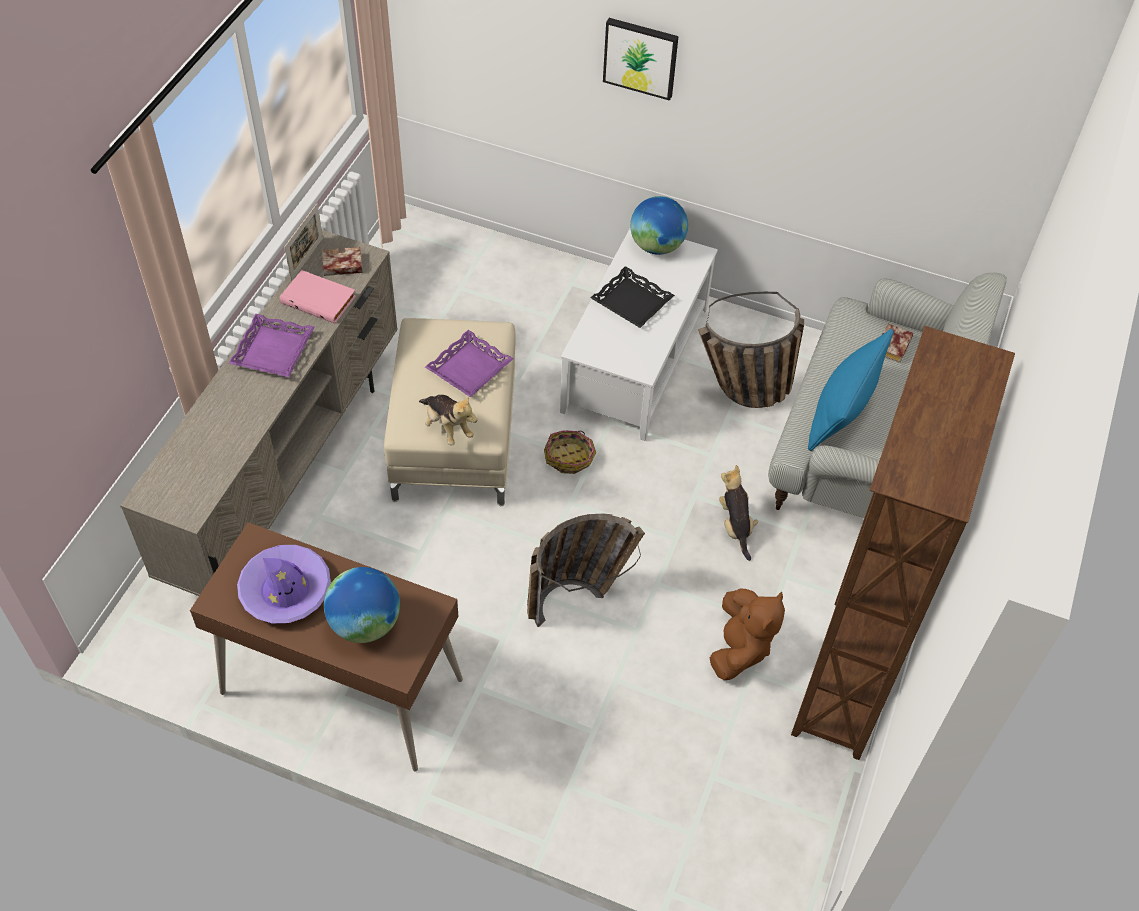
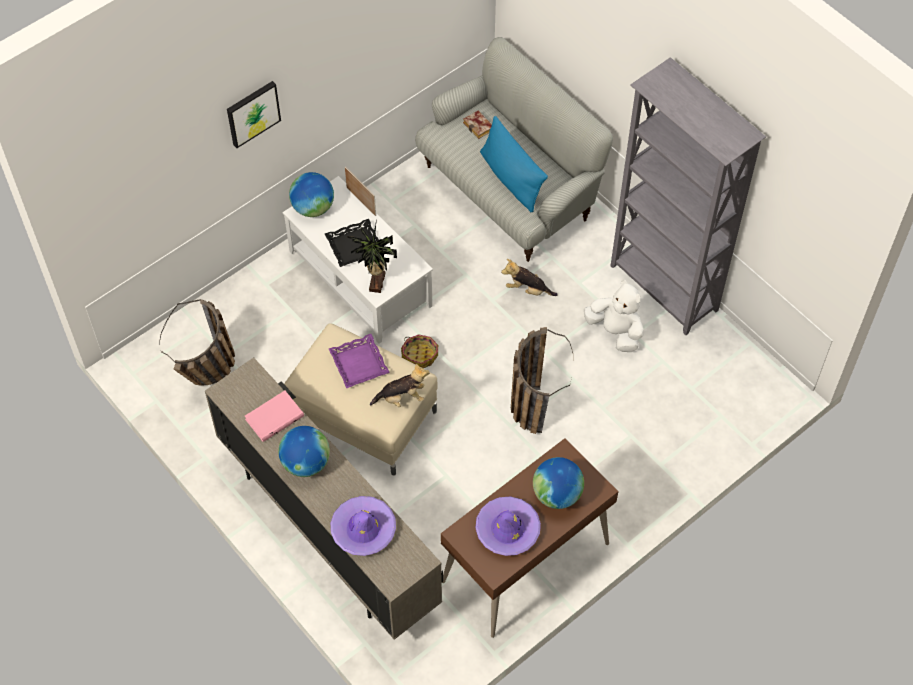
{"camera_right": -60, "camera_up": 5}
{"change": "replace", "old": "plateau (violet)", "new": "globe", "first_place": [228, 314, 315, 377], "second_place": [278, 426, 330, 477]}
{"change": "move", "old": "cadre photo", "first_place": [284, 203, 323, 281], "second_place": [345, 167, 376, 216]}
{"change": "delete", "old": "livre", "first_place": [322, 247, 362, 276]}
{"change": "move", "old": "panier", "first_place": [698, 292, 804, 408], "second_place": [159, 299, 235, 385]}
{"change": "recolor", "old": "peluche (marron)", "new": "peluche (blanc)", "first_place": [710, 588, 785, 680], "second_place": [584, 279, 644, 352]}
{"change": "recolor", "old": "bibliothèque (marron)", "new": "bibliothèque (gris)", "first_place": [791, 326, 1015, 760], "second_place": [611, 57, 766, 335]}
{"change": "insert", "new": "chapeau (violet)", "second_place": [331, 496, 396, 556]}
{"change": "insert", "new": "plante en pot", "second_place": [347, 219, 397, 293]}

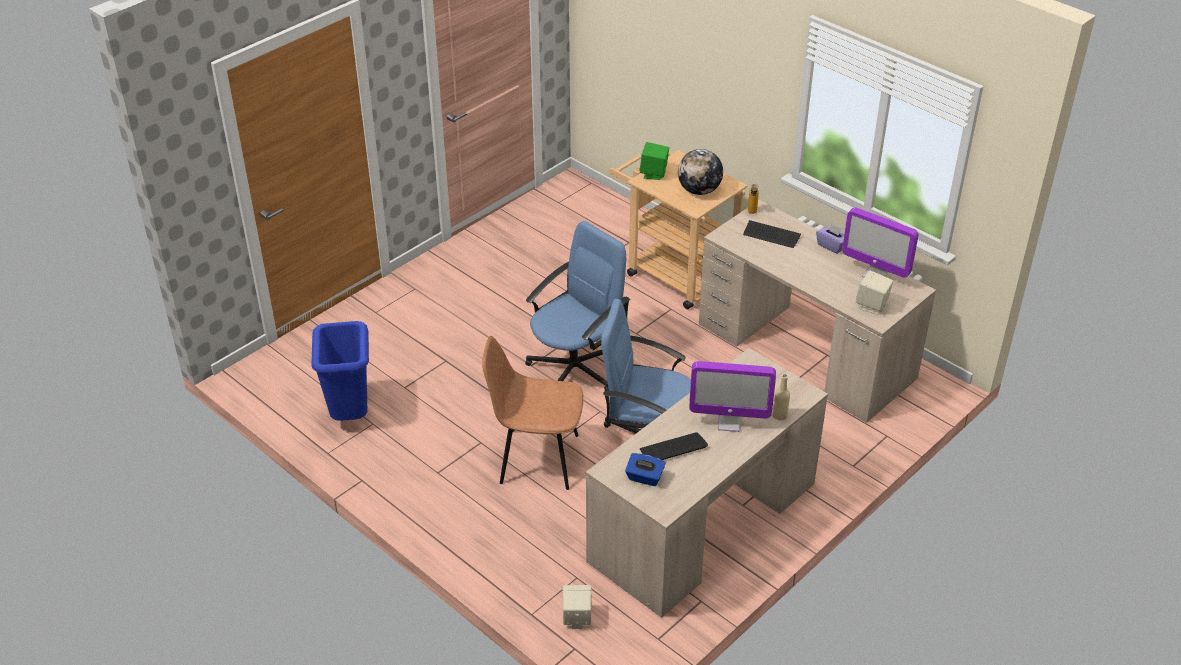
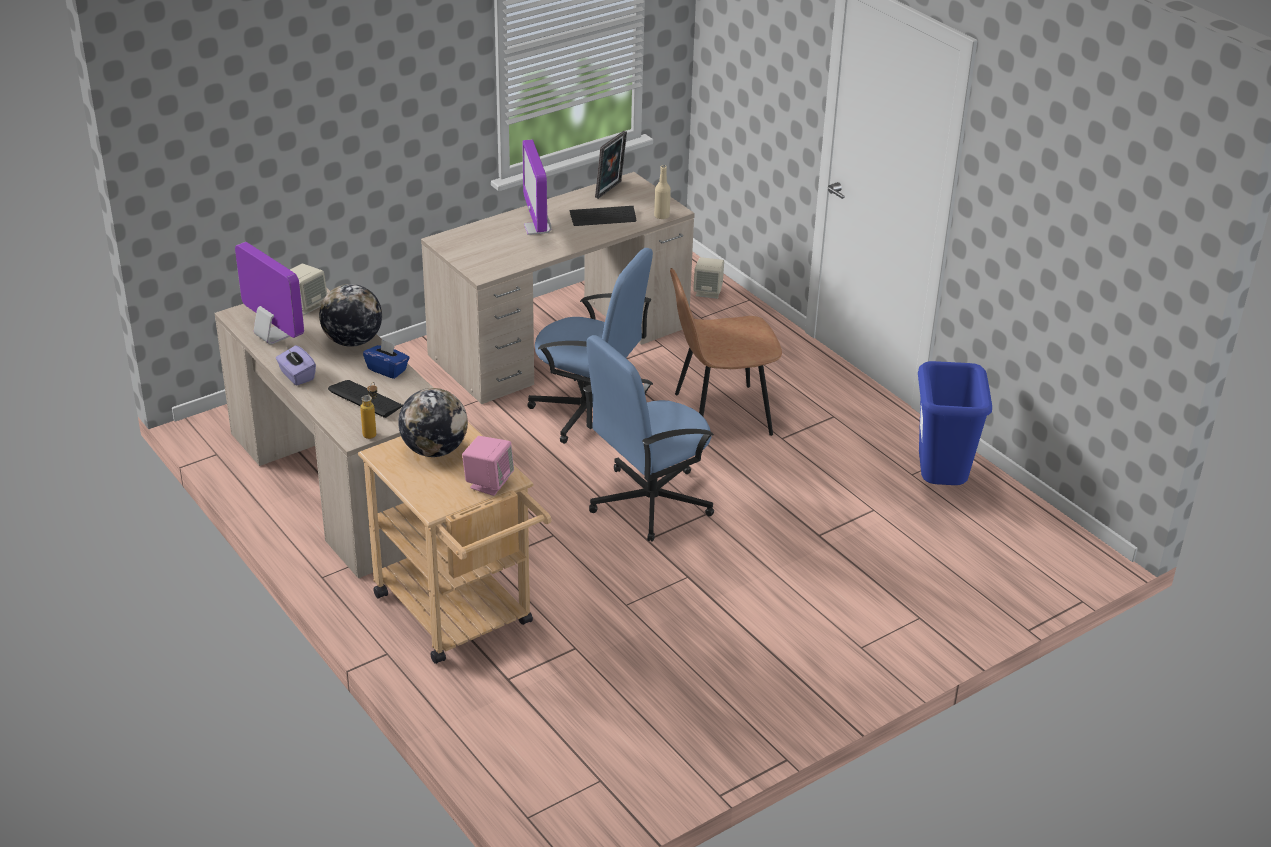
{"camera_right": -170, "camera_up": -5}
{"change": "rotate", "old": "chaise (marron)", "first_place": [482, 336, 584, 490], "second_place": [670, 268, 782, 436], "degrees": 150}
{"change": "move", "old": "boîte à mouchoirs (bleu)", "first_place": [625, 453, 666, 486], "second_place": [363, 339, 410, 379]}
{"change": "recolor", "old": "enceinte (vert)", "new": "enceinte (rose)", "first_place": [640, 142, 669, 180], "second_place": [462, 436, 514, 496]}
{"change": "rotate", "old": "écran d'ordinateur", "first_place": [689, 361, 776, 432], "second_place": [522, 140, 551, 235], "degrees": -120}
{"change": "move", "old": "bouteille (beige)", "first_place": [772, 374, 790, 421], "second_place": [654, 165, 671, 219]}
{"change": "insert", "new": "globe", "second_place": [319, 284, 382, 347]}
{"change": "insert", "new": "cadre photo", "second_place": [595, 131, 627, 199]}

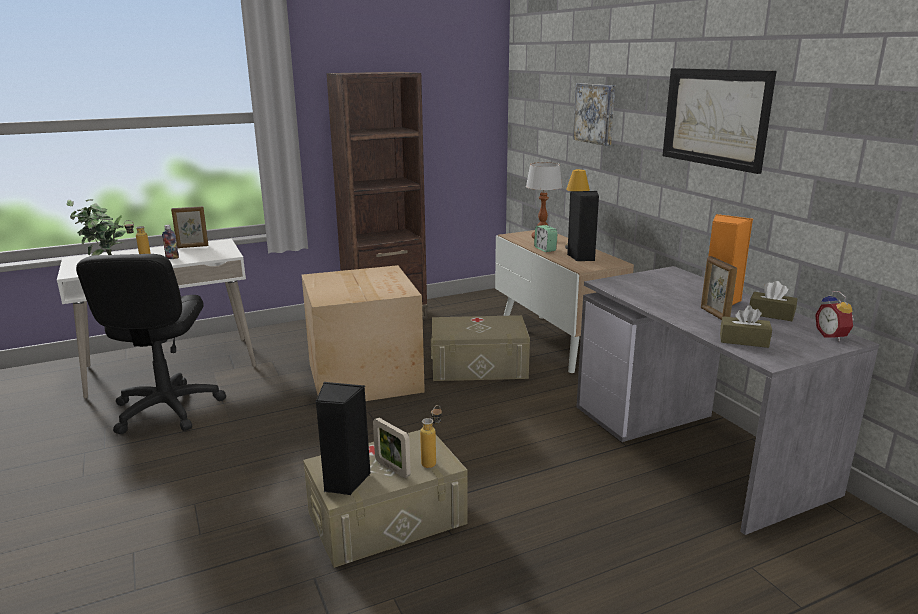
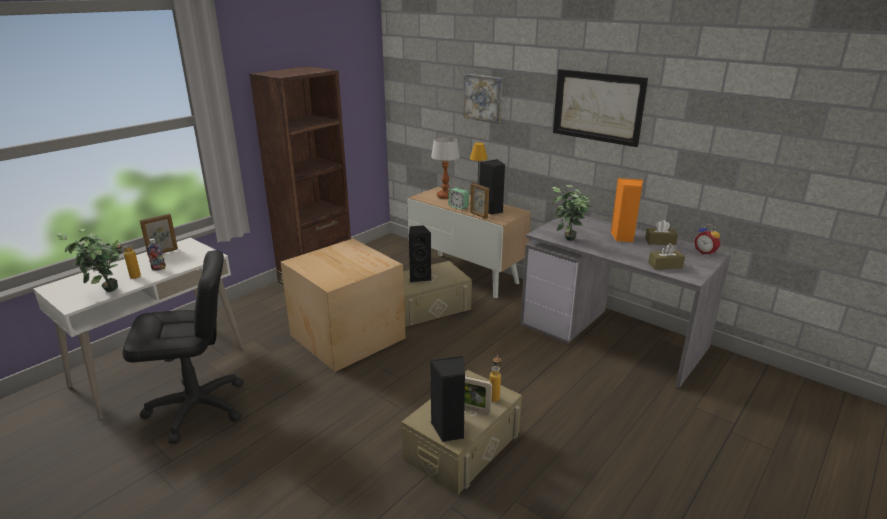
{"camera_right": -25, "camera_up": 5}
{"change": "rotate", "old": "chaise de bureau (noir)", "first_place": [76, 254, 226, 434], "second_place": [122, 250, 244, 444], "degrees": -75}
{"change": "move", "old": "cadre photo", "first_place": [701, 256, 737, 320], "second_place": [470, 182, 489, 219]}
{"change": "insert", "new": "enceinte (noir)", "second_place": [409, 225, 431, 282]}
{"change": "insert", "new": "plante en pot", "second_place": [552, 185, 591, 241]}

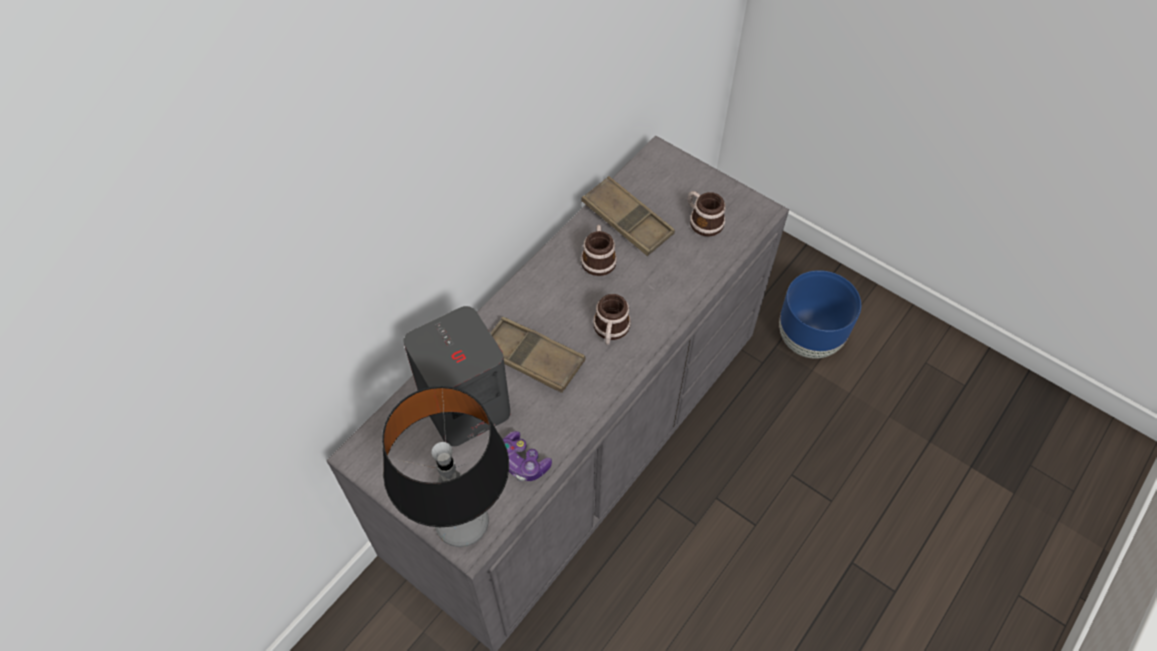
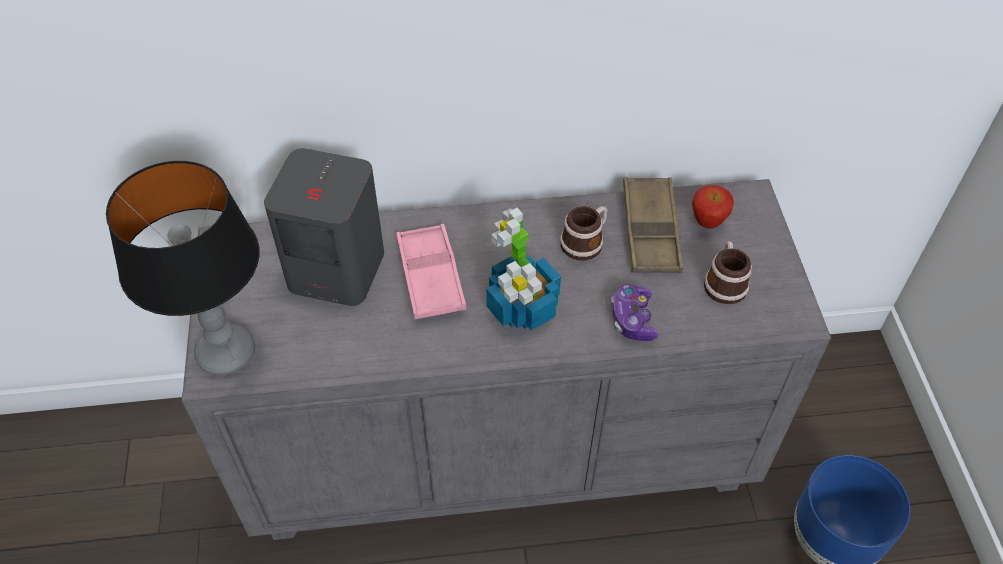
{"camera_right": 45, "camera_up": -5}
{"change": "recolor", "old": "plateau (marron)", "new": "plateau (rose)", "first_place": [490, 317, 586, 393], "second_place": [396, 224, 466, 319]}
{"change": "move", "old": "manette", "first_place": [503, 431, 552, 481], "second_place": [611, 284, 659, 341]}
{"change": "replace", "old": "mug", "new": "plante en pot", "first_place": [593, 294, 631, 345], "second_place": [486, 208, 561, 330]}
{"change": "insert", "new": "pomme", "second_place": [692, 185, 734, 229]}

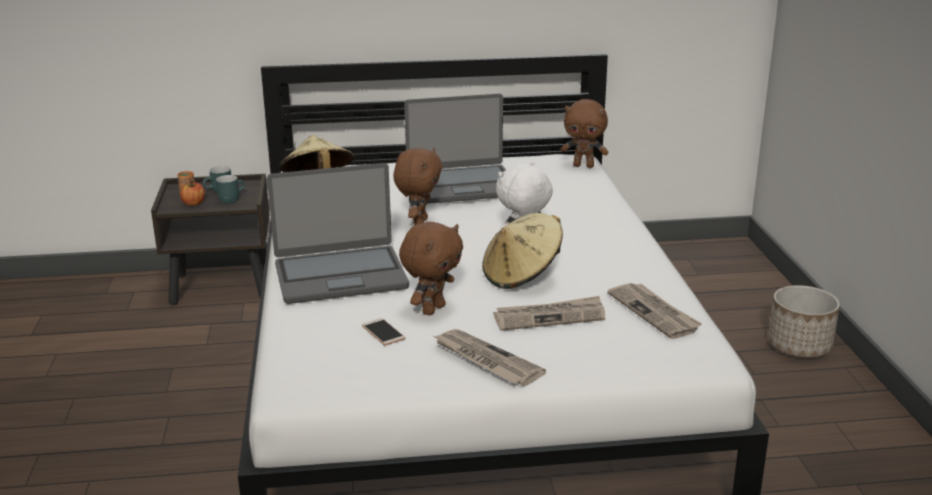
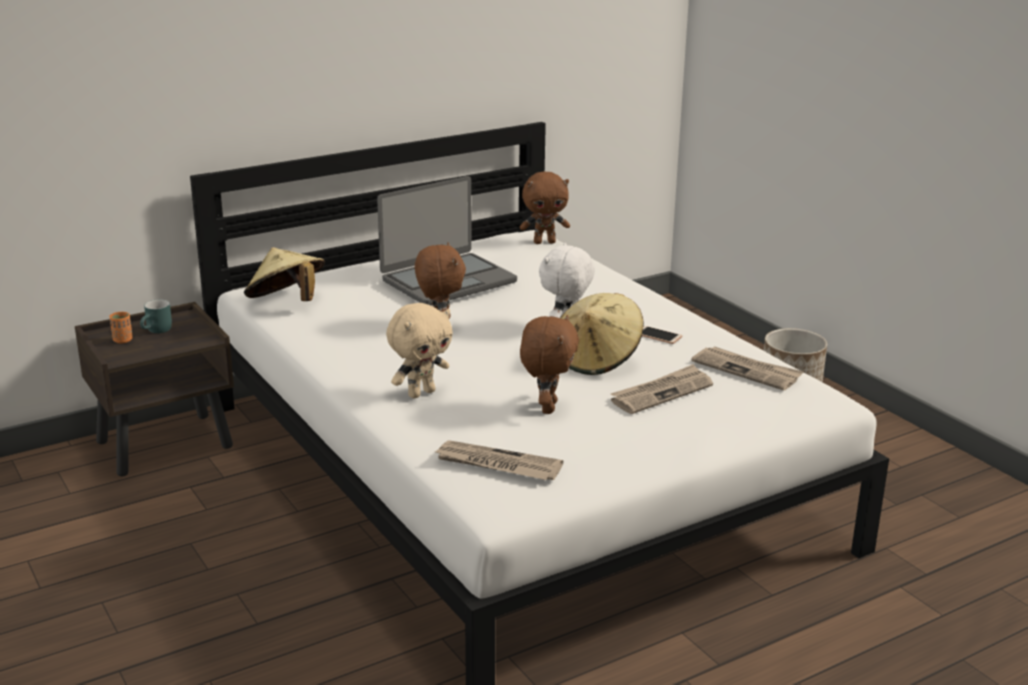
{"camera_right": -25, "camera_up": 0}
{"change": "delete", "old": "pomme", "first_place": [180, 181, 205, 206]}
{"change": "delete", "old": "mug (turquoise)", "first_place": [216, 175, 245, 203]}
{"change": "replace", "old": "ordinateur portable", "new": "peluche (beige)", "first_place": [267, 163, 409, 304], "second_place": [386, 303, 453, 398]}
{"change": "move", "old": "téléphone", "first_place": [362, 318, 405, 346], "second_place": [642, 326, 682, 344]}
{"change": "move", "old": "journal", "first_place": [433, 329, 546, 386], "second_place": [435, 441, 563, 480]}

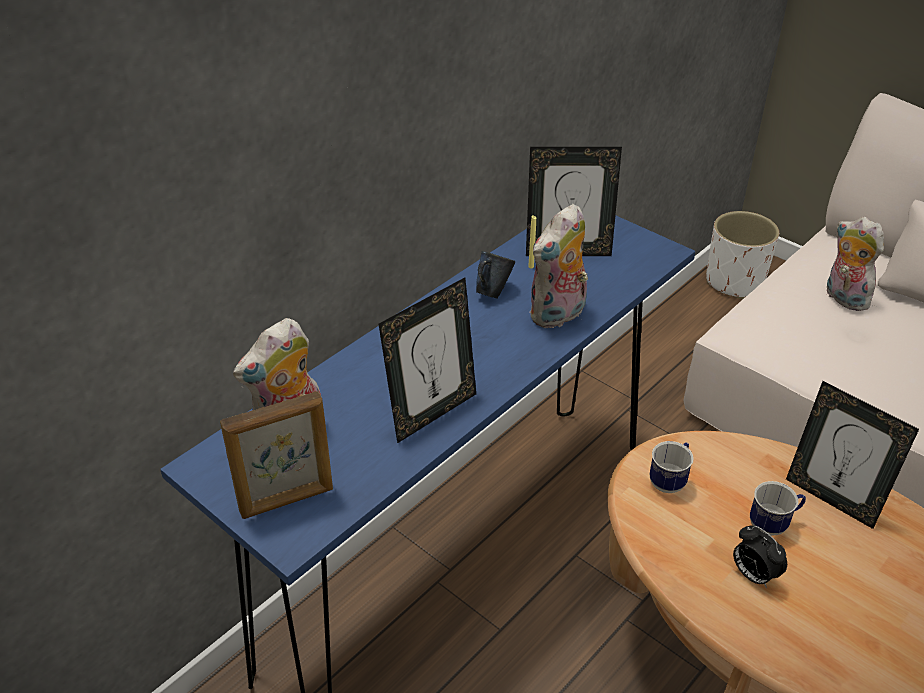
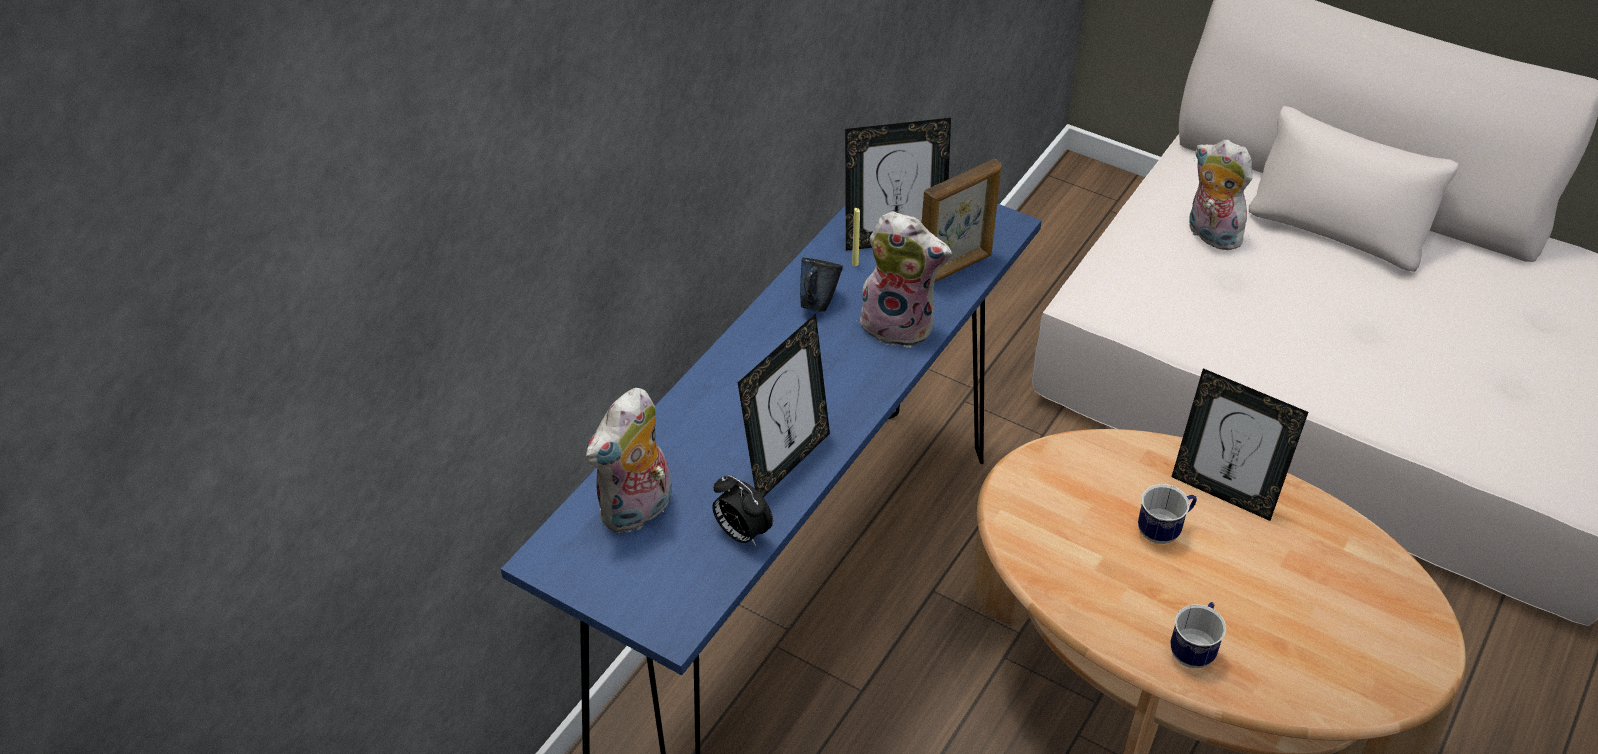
{"camera_right": -10, "camera_up": 5}
{"change": "move", "old": "cadre photo", "first_place": [220, 391, 333, 519], "second_place": [921, 159, 1001, 283]}
{"change": "rotate", "old": "peluche", "first_place": [529, 204, 588, 328], "second_place": [857, 211, 952, 348], "degrees": -105}
{"change": "move", "old": "mug", "first_place": [650, 441, 693, 493], "second_place": [1170, 602, 1226, 668]}
{"change": "delete", "old": "cache-pot (blanc)", "first_place": [706, 211, 779, 299]}
{"change": "move", "old": "réveil", "first_place": [733, 526, 787, 588], "second_place": [712, 475, 773, 547]}

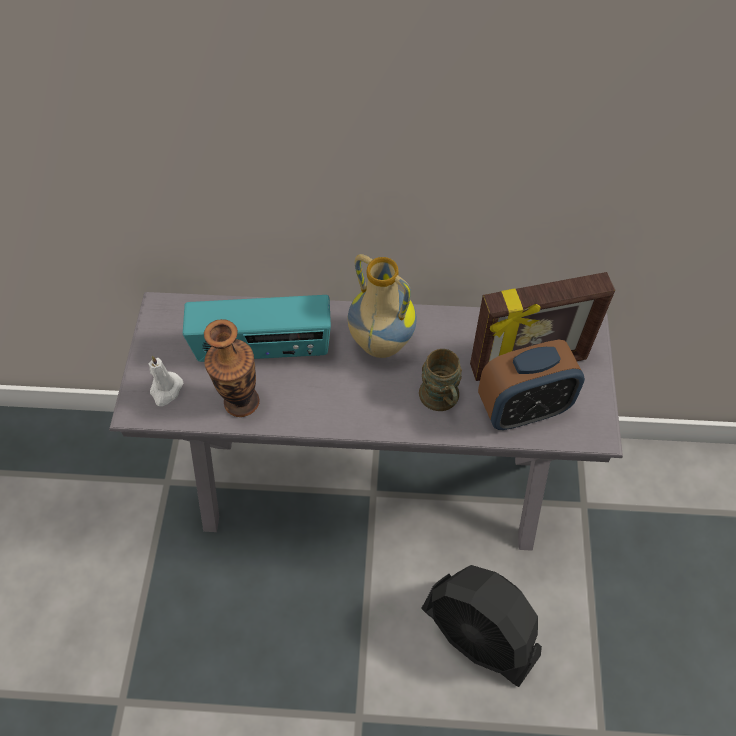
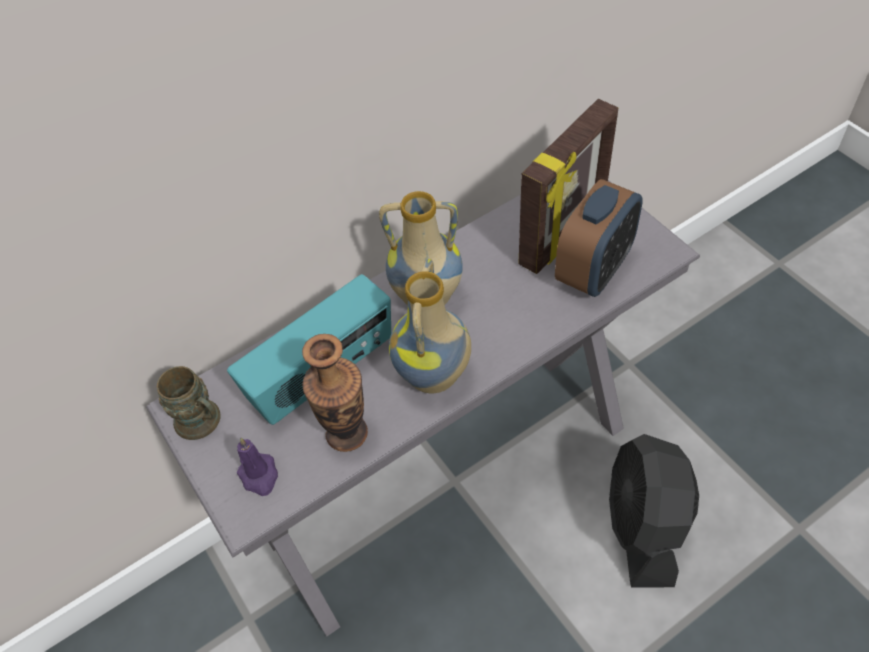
{"camera_right": -35, "camera_up": -5}
{"change": "recolor", "old": "bougie (blanc)", "new": "bougie (violet)", "first_place": [149, 356, 183, 406], "second_place": [237, 437, 278, 496]}
{"change": "move", "old": "mug (marron)", "first_place": [419, 349, 462, 411], "second_place": [157, 366, 221, 440]}
{"change": "rotate", "old": "ventilateur (noir)", "first_place": [421, 565, 542, 687], "second_place": [609, 434, 699, 587], "degrees": 90}
{"change": "insert", "new": "vase", "second_place": [389, 259, 471, 393]}

